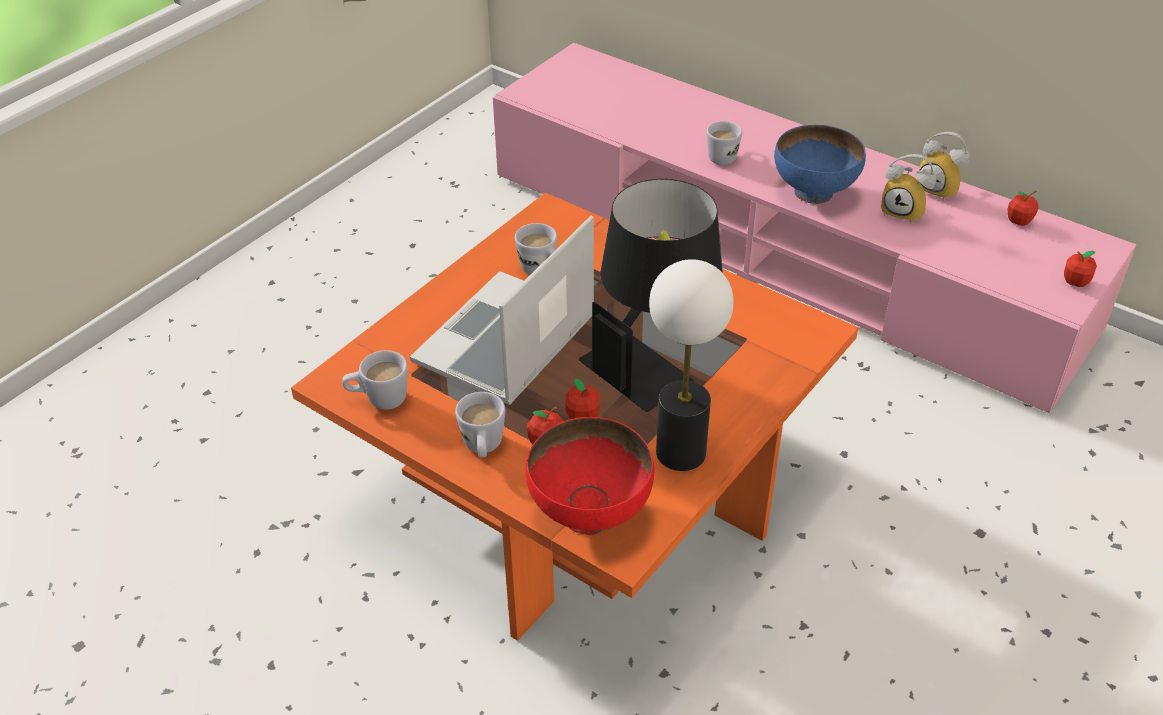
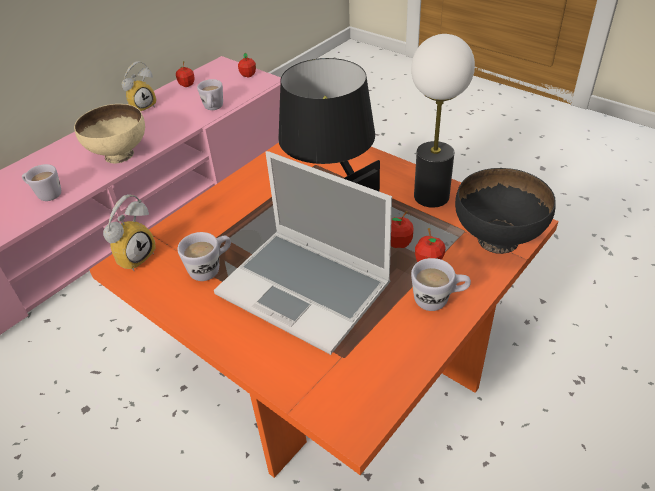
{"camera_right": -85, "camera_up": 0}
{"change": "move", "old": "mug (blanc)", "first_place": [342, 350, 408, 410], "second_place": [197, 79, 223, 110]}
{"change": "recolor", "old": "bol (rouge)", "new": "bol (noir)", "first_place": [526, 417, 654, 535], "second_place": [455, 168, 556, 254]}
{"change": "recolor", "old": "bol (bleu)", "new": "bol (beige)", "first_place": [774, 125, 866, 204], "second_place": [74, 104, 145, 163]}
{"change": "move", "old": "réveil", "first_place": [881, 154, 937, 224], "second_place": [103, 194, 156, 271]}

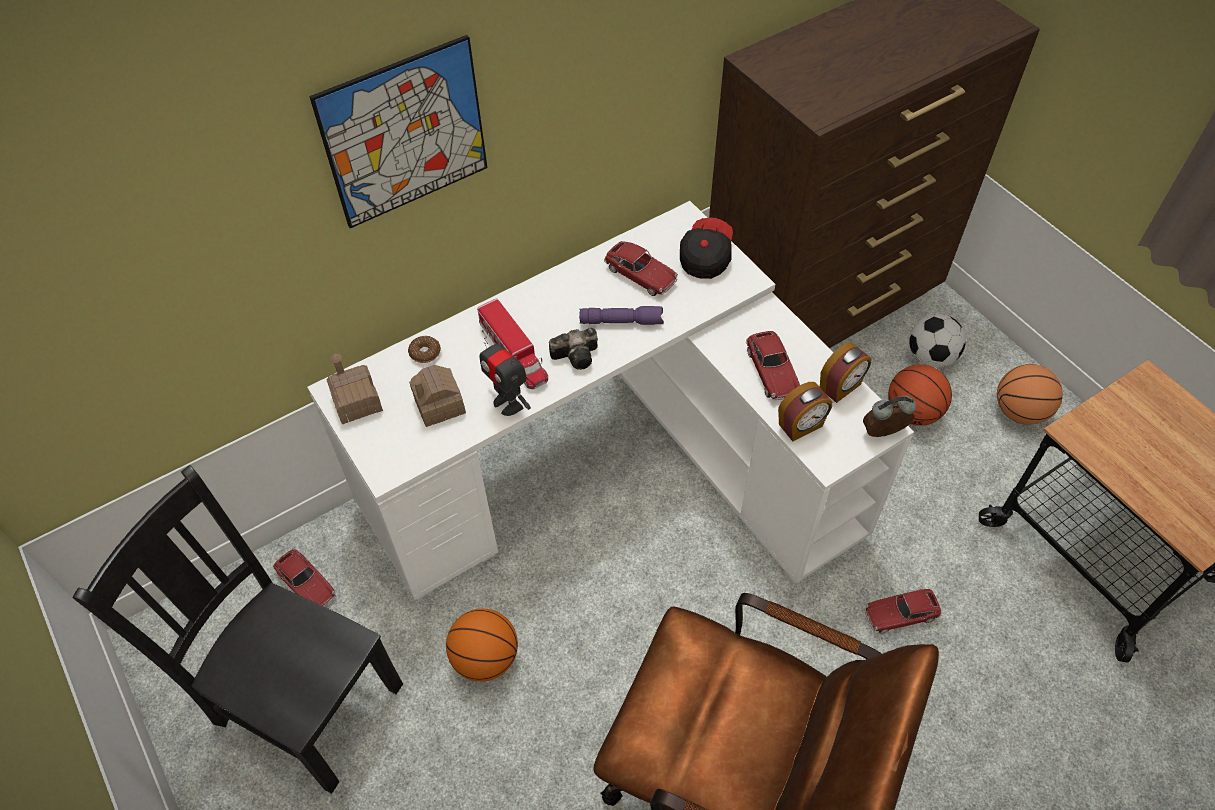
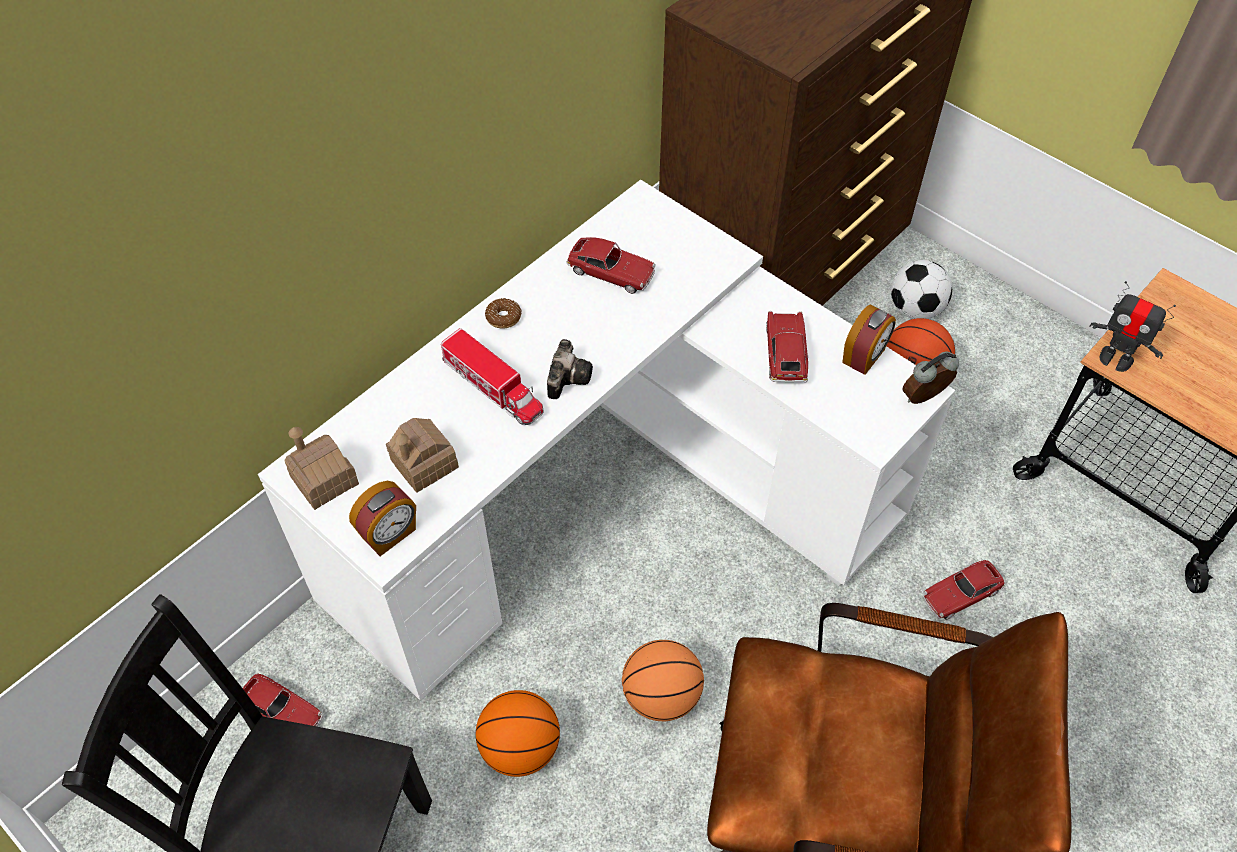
{"camera_right": -15, "camera_up": 0}
{"change": "delete", "old": "tableau", "first_place": [309, 35, 488, 228]}
{"change": "move", "old": "beignet", "first_place": [408, 336, 441, 363], "second_place": [485, 298, 521, 329]}
{"change": "move", "old": "robot jouet", "first_place": [479, 330, 531, 416], "second_place": [1090, 281, 1176, 372]}
{"change": "rotate", "old": "appareil photo", "first_place": [549, 328, 598, 370], "second_place": [547, 339, 593, 399], "degrees": -45}
{"change": "delete", "old": "lampe de poche (violet)", "first_place": [579, 306, 664, 325]}
{"change": "delete", "old": "casquette", "first_place": [680, 218, 733, 279]}
{"change": "rotate", "old": "petite voiture", "first_place": [746, 331, 800, 400], "second_place": [766, 311, 808, 382], "degrees": -150}
{"change": "move", "old": "réveil", "first_place": [778, 382, 833, 441], "second_place": [349, 481, 416, 556]}
{"change": "move", "old": "ballon de basket", "first_place": [997, 364, 1063, 425], "second_place": [622, 640, 704, 721]}

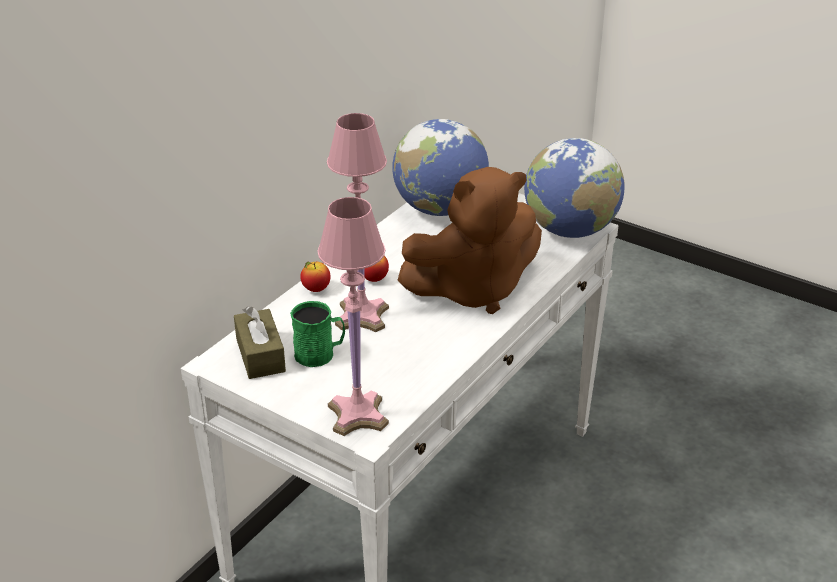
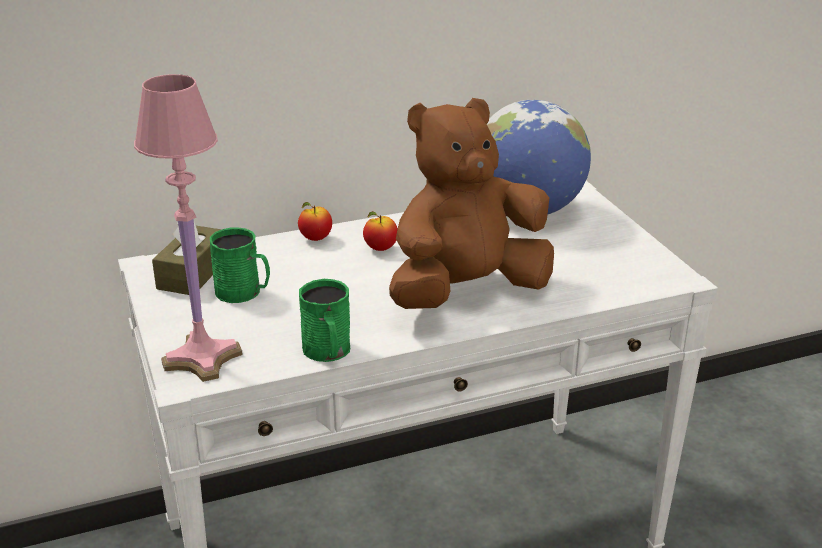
{"camera_right": 35, "camera_up": -5}
{"change": "delete", "old": "lampe de table (rose)", "first_place": [327, 113, 389, 333]}
{"change": "rotate", "old": "peluche (marron)", "first_place": [397, 167, 542, 314], "second_place": [389, 98, 554, 309], "degrees": 135}
{"change": "delete", "old": "globe", "first_place": [524, 138, 625, 238]}
{"change": "insert", "new": "mug (vert)", "second_place": [299, 279, 350, 362]}

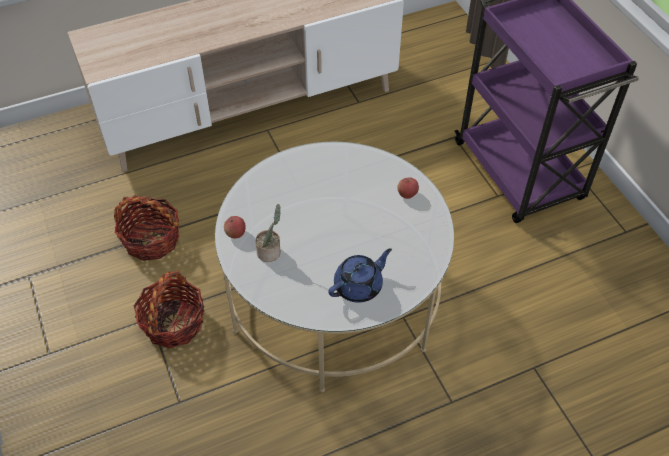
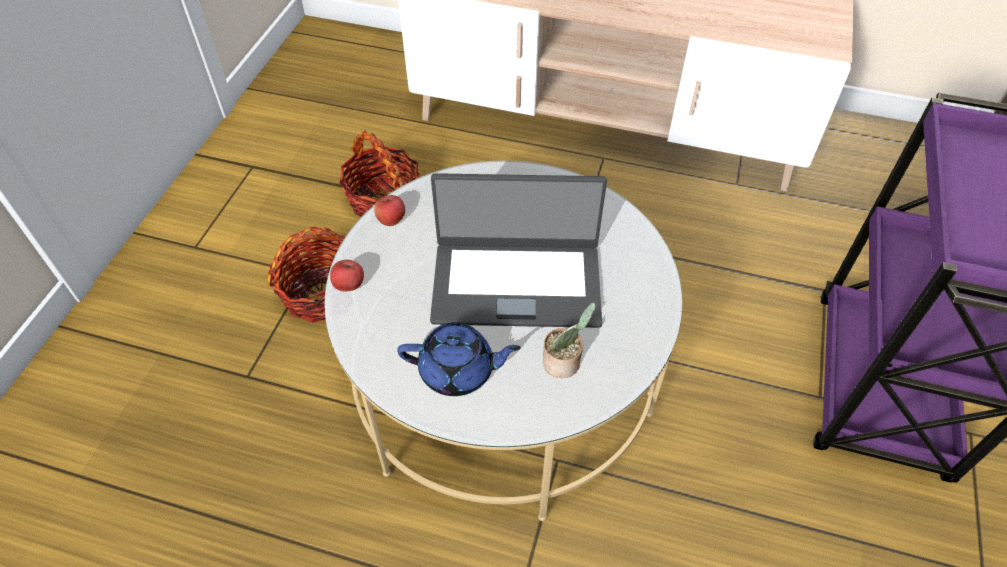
{"camera_right": 40, "camera_up": 0}
{"change": "move", "old": "plante en pot", "first_place": [255, 204, 281, 262], "second_place": [543, 302, 596, 378]}
{"change": "move", "old": "pomme", "first_place": [397, 178, 419, 199], "second_place": [330, 260, 364, 292]}
{"change": "insert", "new": "ordinateur portable", "second_place": [430, 173, 607, 328]}

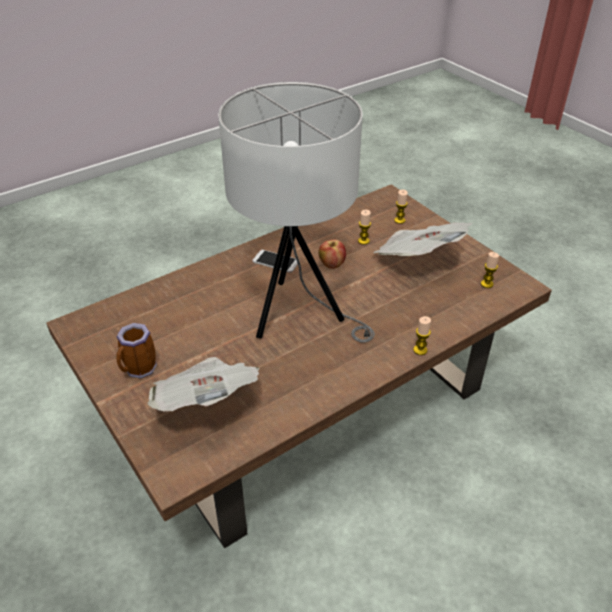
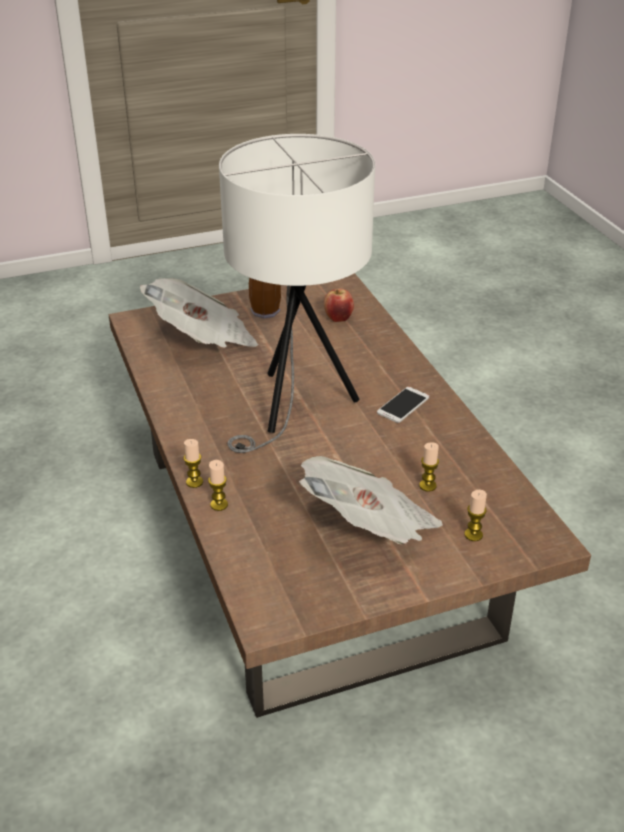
{"camera_right": 105, "camera_up": -5}
{"change": "move", "old": "pomme", "first_place": [318, 239, 346, 269], "second_place": [324, 288, 354, 322]}
{"change": "move", "old": "bougie", "first_place": [481, 252, 499, 288], "second_place": [208, 460, 228, 511]}

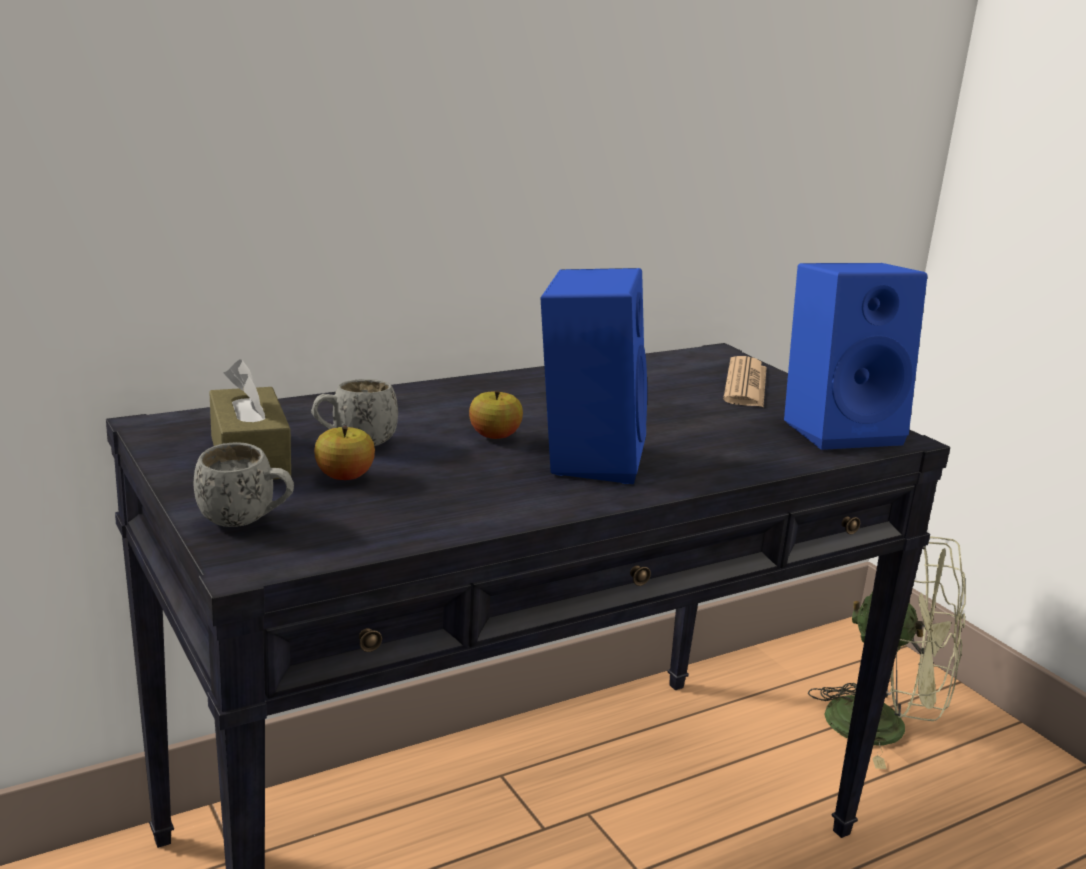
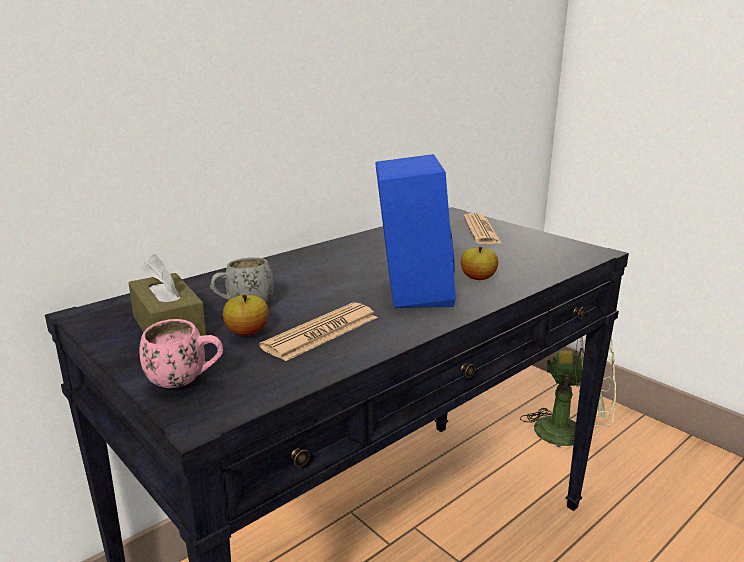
{"camera_right": -10, "camera_up": 0}
{"change": "recolor", "old": "mug (gris)", "new": "mug (rose)", "first_place": [194, 442, 294, 527], "second_place": [139, 319, 223, 388]}
{"change": "move", "old": "pomme", "first_place": [469, 391, 523, 439], "second_place": [461, 247, 498, 280]}
{"change": "delete", "old": "enceinte (bleu)", "first_place": [784, 263, 928, 450]}
{"change": "insert", "new": "journal", "second_place": [259, 303, 378, 361]}

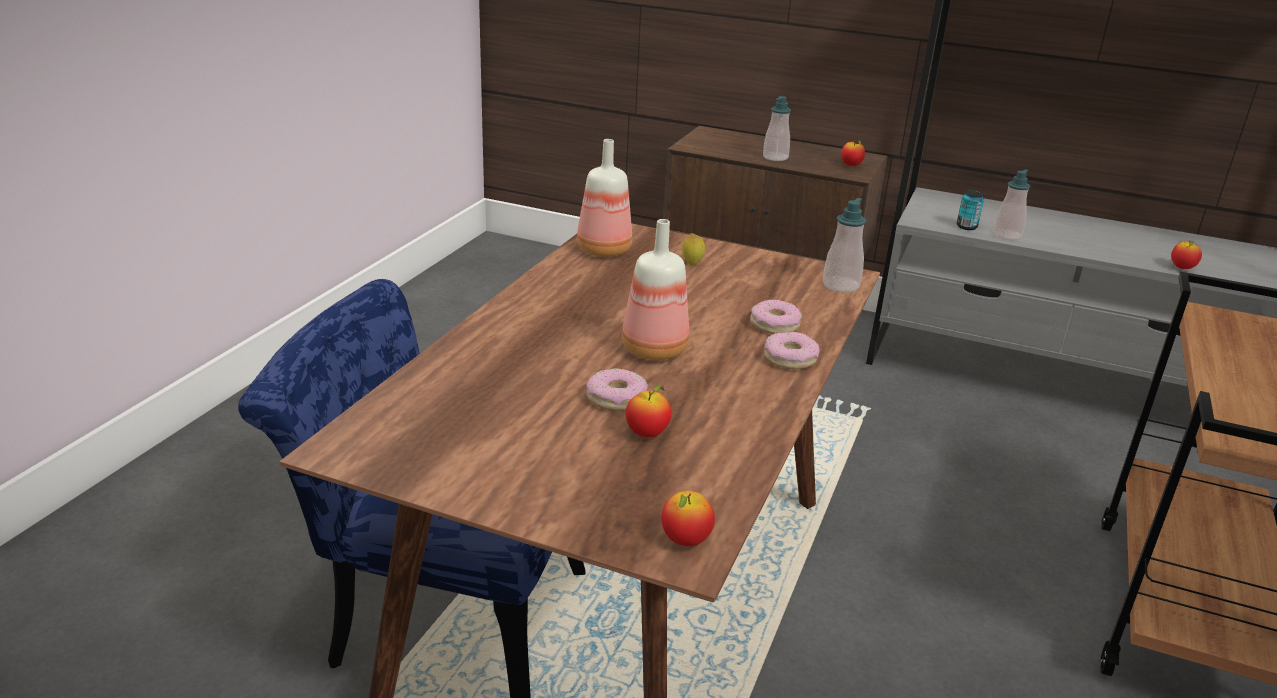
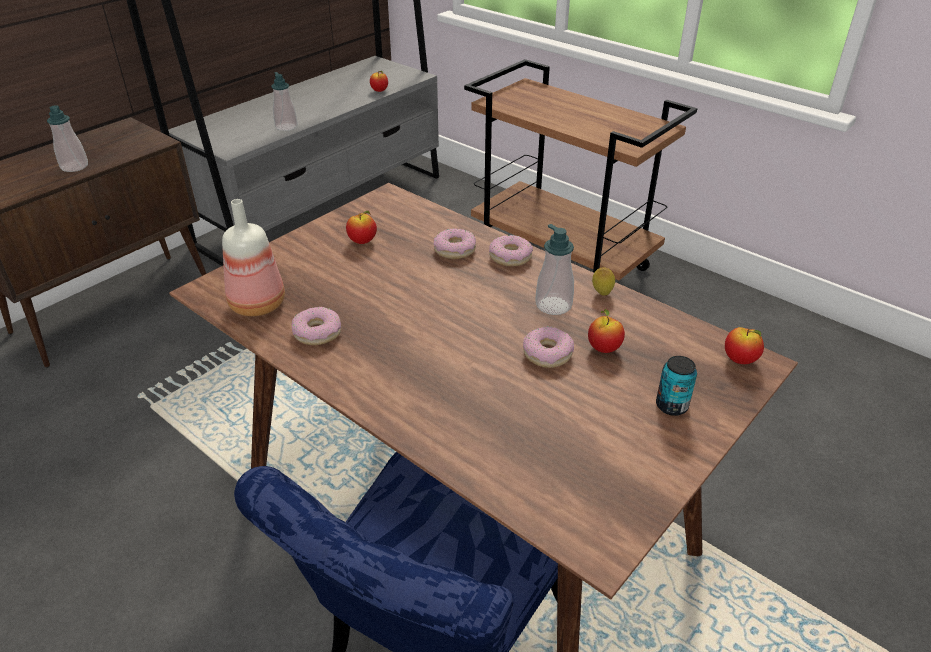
{"camera_right": -70, "camera_up": 10}
{"change": "delete", "old": "bouteille", "first_place": [622, 219, 689, 360]}
{"change": "move", "old": "citron", "first_place": [682, 233, 705, 265], "second_place": [592, 267, 615, 296]}
{"change": "move", "old": "distributeur de savon", "first_place": [823, 198, 866, 293], "second_place": [535, 224, 574, 315]}
{"change": "move", "old": "pomme", "first_place": [841, 140, 865, 166], "second_place": [346, 211, 377, 244]}
{"change": "move", "old": "boîte métallique", "first_place": [957, 190, 984, 230], "second_place": [656, 356, 697, 416]}
{"change": "insert", "new": "beignet", "second_place": [292, 307, 341, 345]}

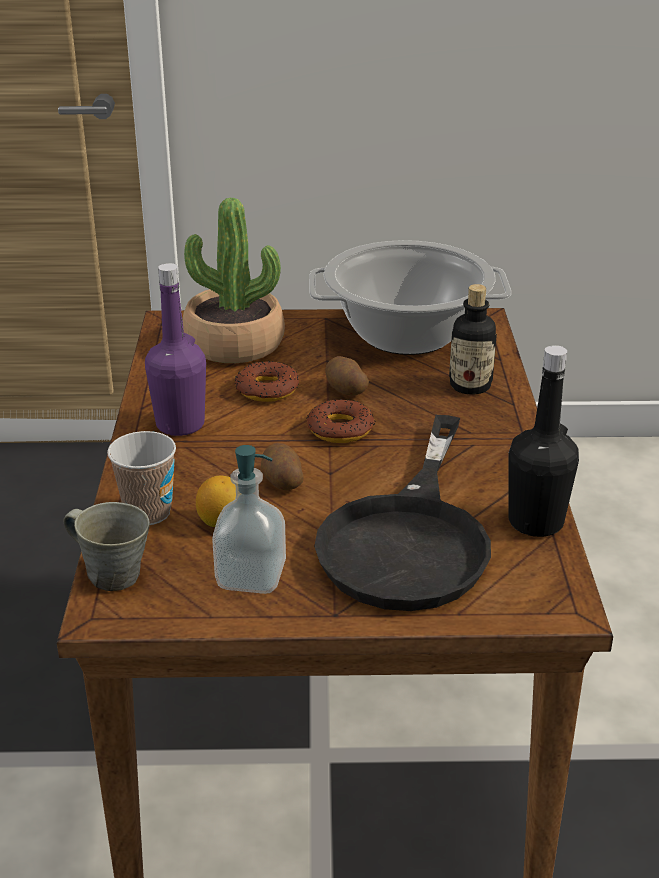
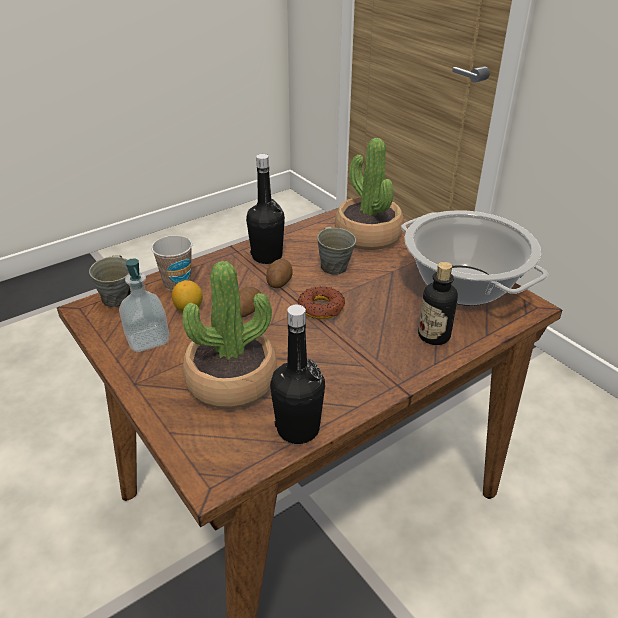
{"camera_right": 55, "camera_up": 5}
{"change": "recolor", "old": "bouteille (violet)", "new": "bouteille (noir)", "first_place": [145, 263, 206, 436], "second_place": [246, 154, 285, 264]}
{"change": "replace", "old": "beignet", "new": "mug (gris)", "first_place": [235, 361, 299, 402], "second_place": [317, 227, 356, 275]}
{"change": "replace", "old": "poêle (noir)", "new": "plante en pot", "first_place": [314, 415, 491, 611], "second_place": [183, 261, 277, 409]}
{"change": "move", "old": "pomme de terre", "first_place": [326, 356, 369, 396], "second_place": [266, 259, 293, 288]}

